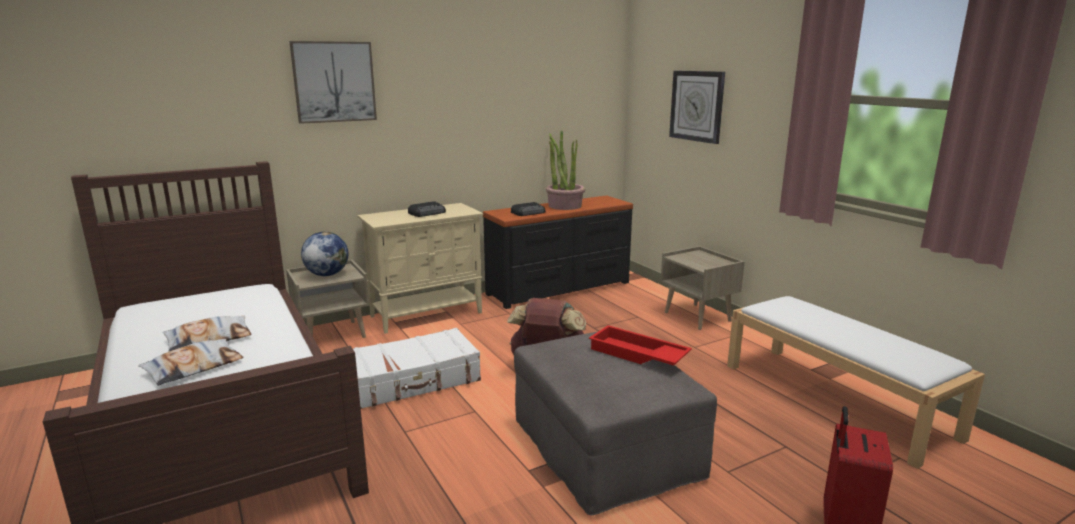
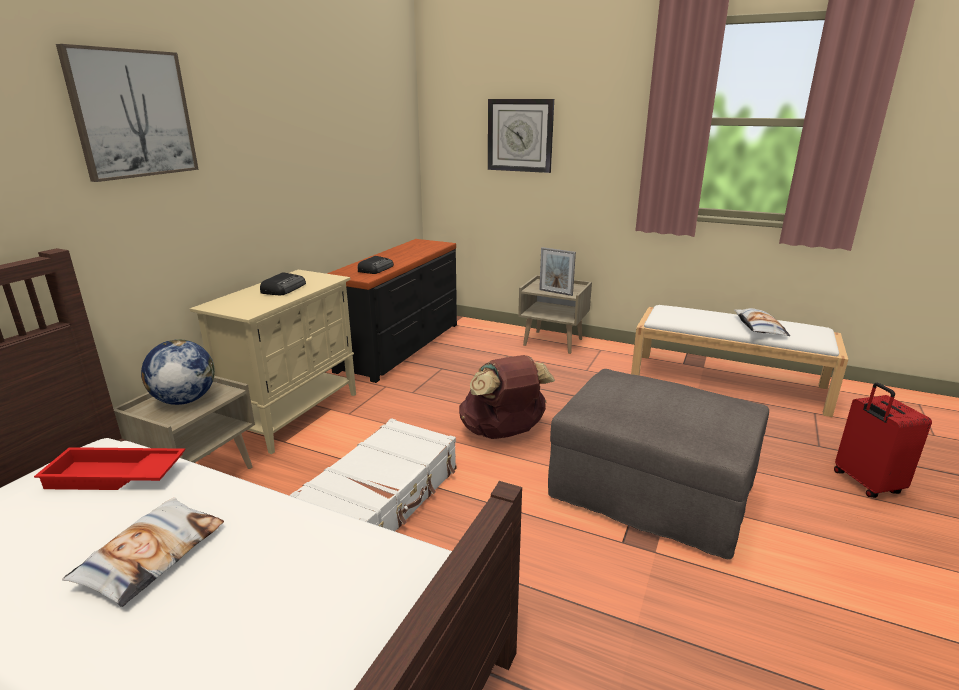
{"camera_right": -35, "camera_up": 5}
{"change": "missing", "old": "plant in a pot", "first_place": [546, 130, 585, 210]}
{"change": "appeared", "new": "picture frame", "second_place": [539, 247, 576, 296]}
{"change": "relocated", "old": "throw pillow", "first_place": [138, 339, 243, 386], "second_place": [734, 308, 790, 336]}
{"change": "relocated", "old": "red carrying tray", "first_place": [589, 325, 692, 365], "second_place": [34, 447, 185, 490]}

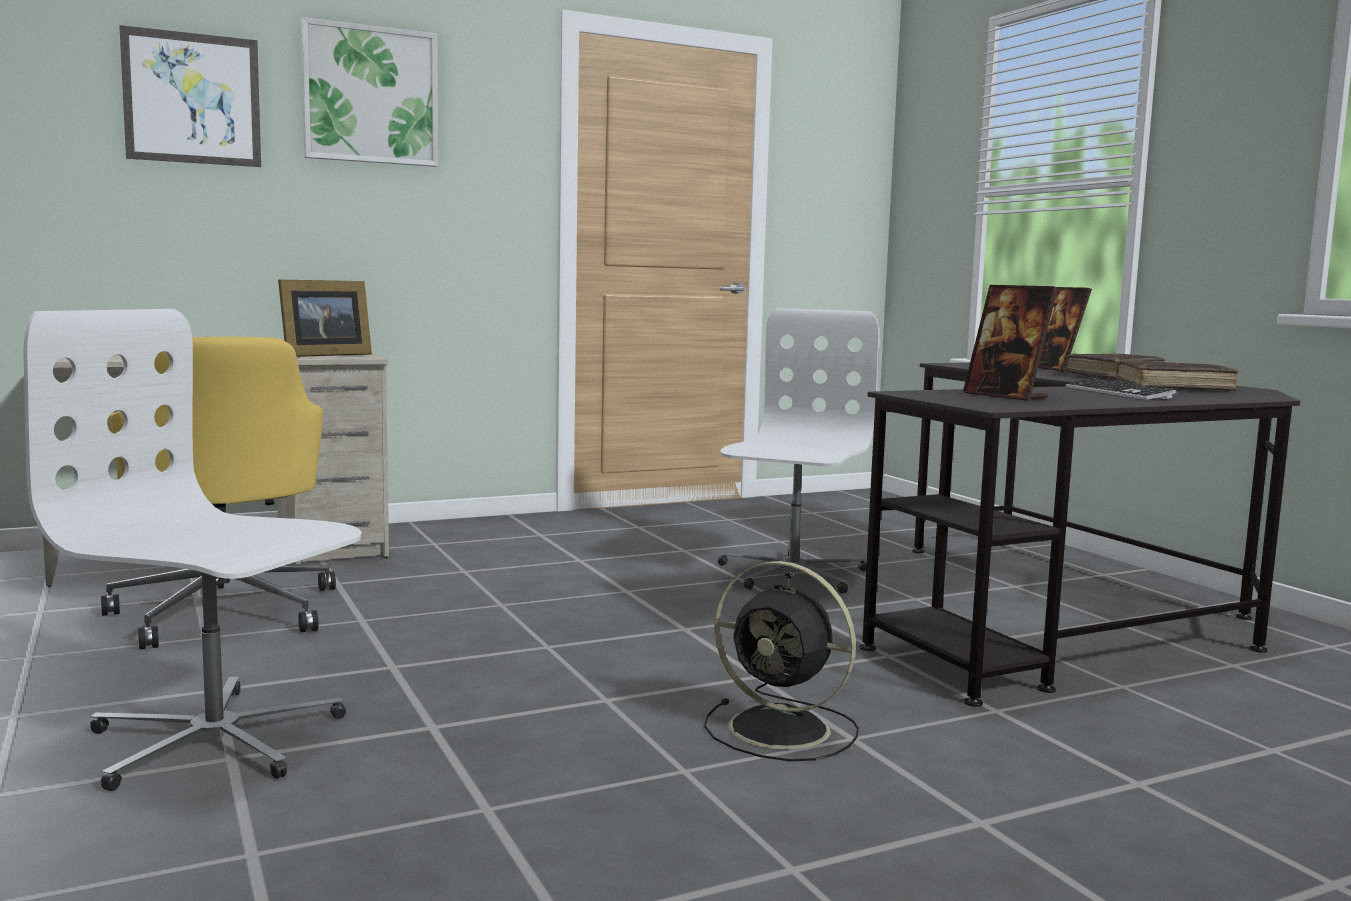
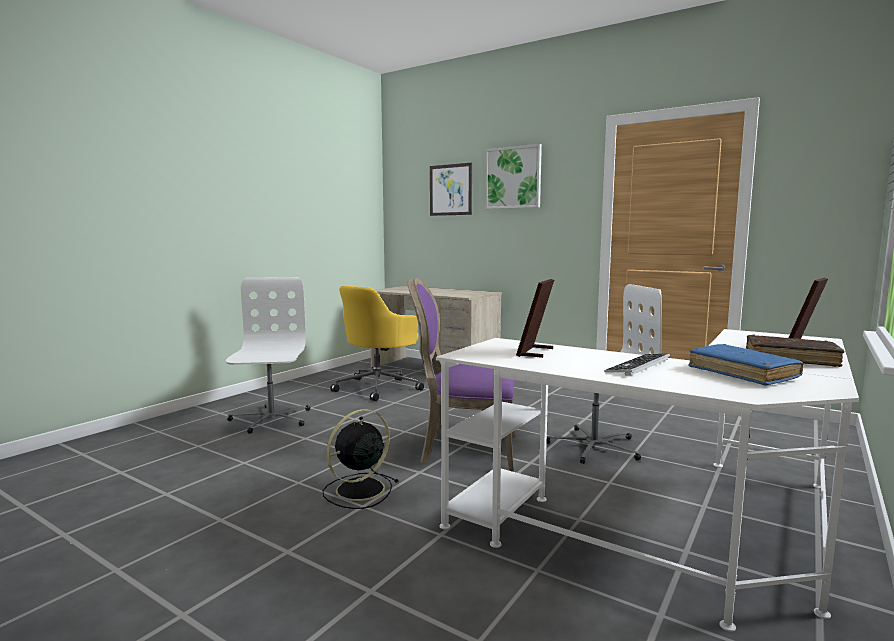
{"camera_right": 60, "camera_up": 0}
{"change": "missing", "old": "picture frame", "first_place": [278, 280, 372, 357]}
{"change": "appeared", "new": "purple chair", "second_place": [407, 278, 515, 472]}
{"change": "colour", "old": "black-coloured desk table", "new": "whitish desk table", "first_place": [860, 363, 1301, 707], "second_place": [436, 329, 859, 632]}
{"change": "colour", "old": "brown-coloured volume", "new": "blue volume", "first_place": [1115, 360, 1239, 391], "second_place": [688, 344, 804, 386]}
{"change": "spun", "old": "black-coloured cooling fan", "first_place": [704, 561, 859, 761], "second_place": [323, 409, 398, 509], "degrees": 45}

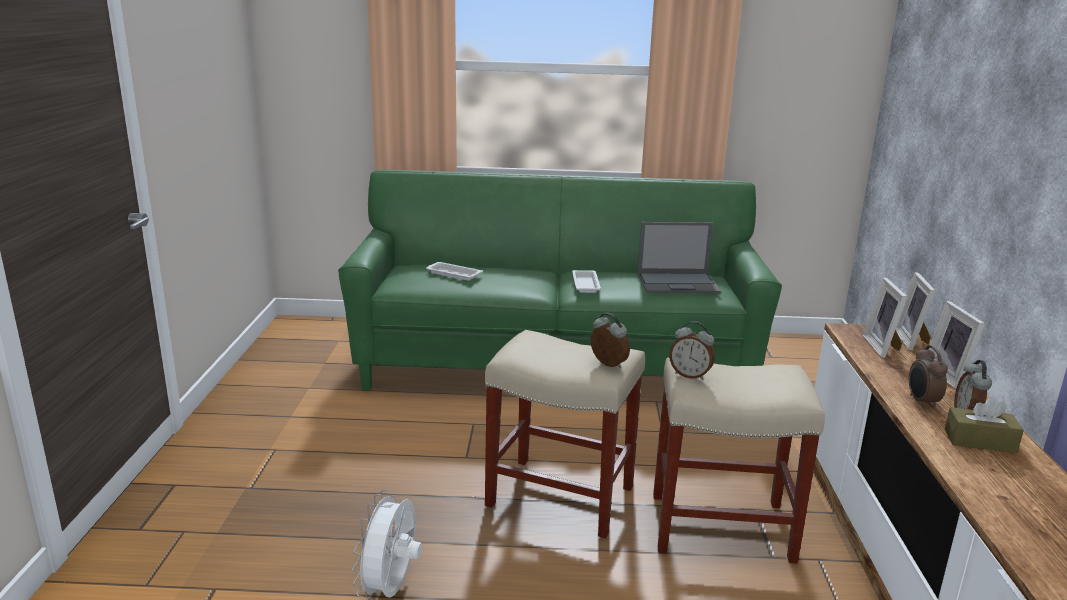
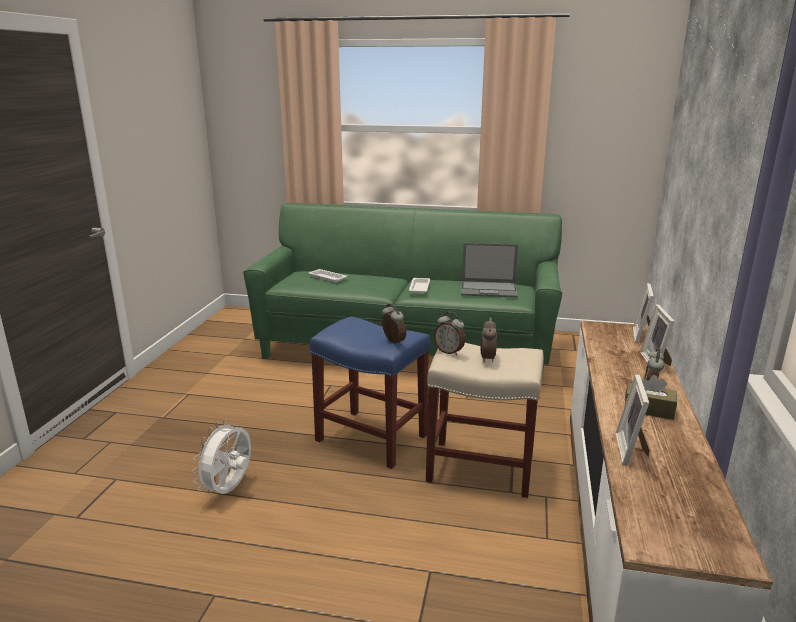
{"camera_right": 10, "camera_up": 0}
{"change": "relocated", "old": "picture frame", "first_place": [863, 277, 907, 358], "second_place": [616, 374, 650, 466]}
{"change": "relocated", "old": "alarm clock", "first_place": [909, 345, 948, 408], "second_place": [480, 318, 497, 363]}
{"change": "colour", "old": "beige stool seat", "new": "blue stool seat", "first_place": [485, 330, 645, 538], "second_place": [310, 317, 430, 469]}

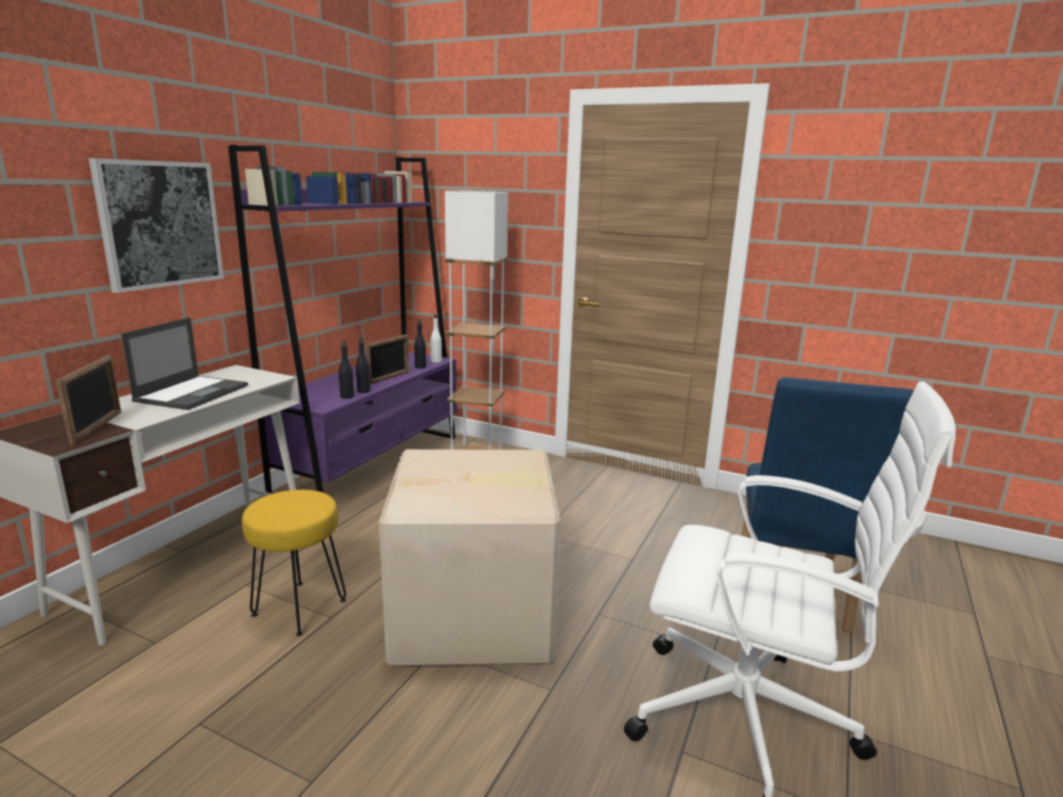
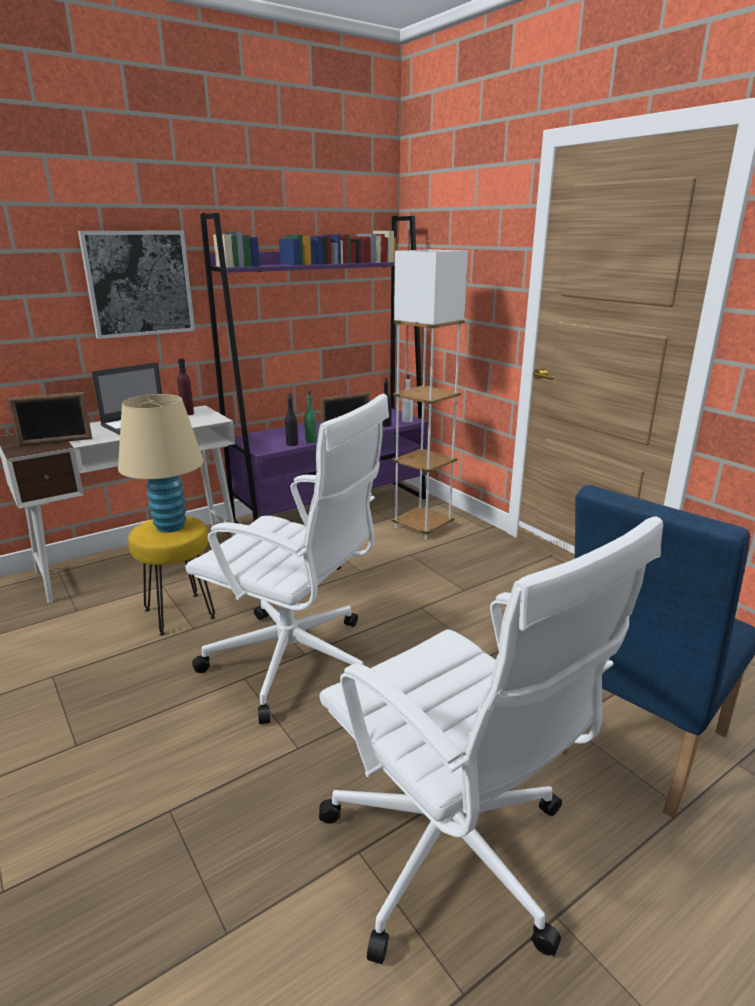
{"camera_right": 30, "camera_up": 5}
{"change": "appeared", "new": "beige lamp for a table", "second_place": [118, 394, 204, 533]}
{"change": "appeared", "new": "purple beverage bottle", "second_place": [177, 358, 194, 415]}
{"change": "exchanged", "old": "cardboard box", "new": "whitish office chair", "first_place": [379, 449, 561, 666], "second_place": [185, 394, 389, 724]}
{"change": "colour", "old": "black-coloured beverage bottle", "new": "greenish beverage bottle", "first_place": [356, 337, 371, 393], "second_place": [304, 390, 317, 443]}
{"change": "spun", "old": "picture frame", "first_place": [56, 356, 121, 445], "second_place": [7, 392, 92, 446], "degrees": 45}

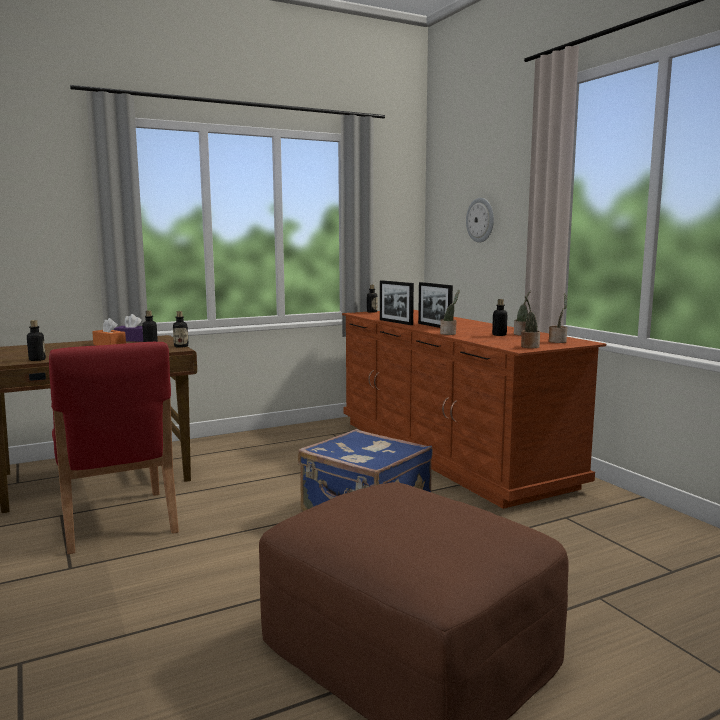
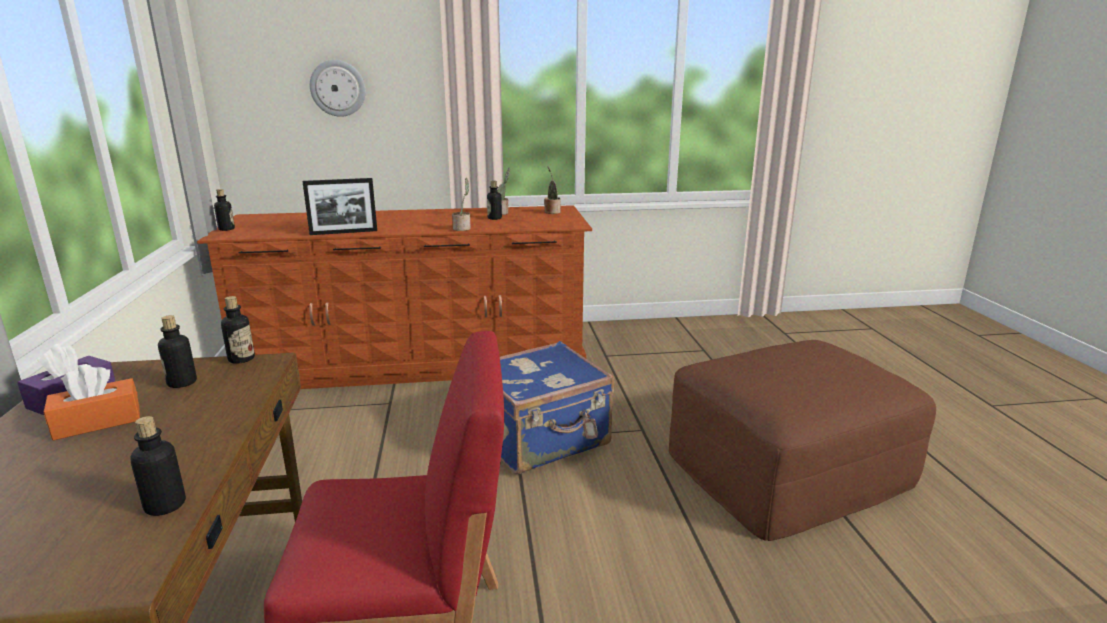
{"camera_right": -70, "camera_up": 10}
{"change": "missing", "old": "picture frame", "first_place": [418, 282, 453, 328]}
{"change": "missing", "old": "plant in a pot", "first_place": [521, 296, 540, 348]}

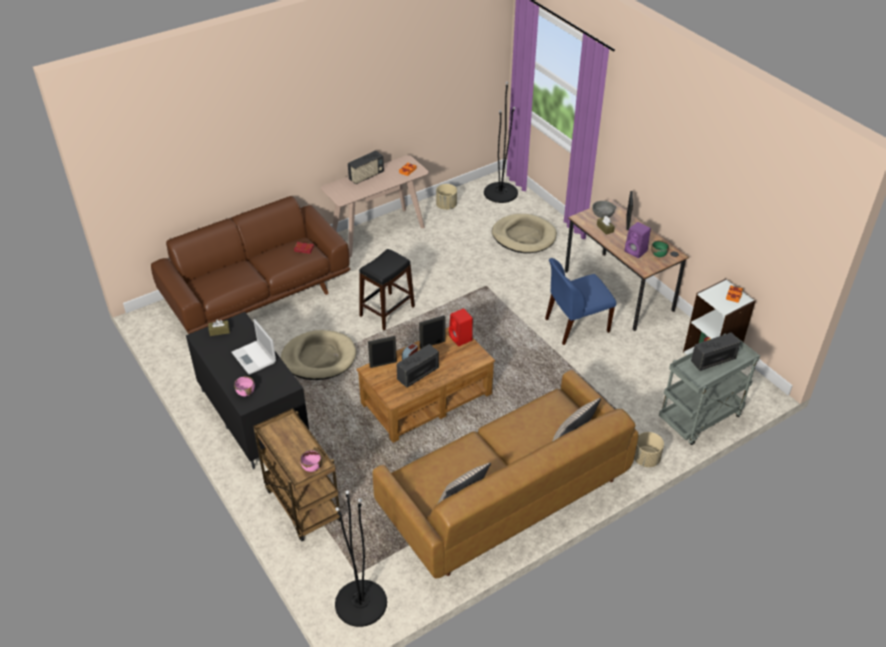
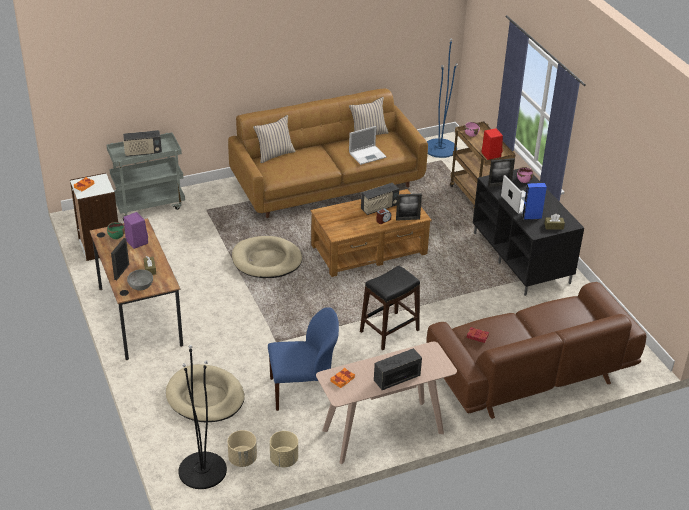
{"camera_right": -170, "camera_up": -5}
{"change": "appeared", "new": "portable computer", "second_place": [349, 126, 386, 165]}
{"change": "appeared", "new": "blue audio speaker", "second_place": [522, 183, 547, 220]}
{"change": "relocated", "old": "beige dog bed", "first_place": [281, 330, 356, 380], "second_place": [232, 236, 302, 278]}
{"change": "relocated", "old": "picture frame", "first_place": [419, 315, 445, 349], "second_place": [488, 158, 515, 187]}
{"change": "relocated", "old": "red audio speaker", "first_place": [449, 309, 473, 346], "second_place": [482, 129, 503, 160]}
{"change": "relocated", "old": "blue chair", "first_place": [545, 258, 616, 345], "second_place": [268, 307, 339, 411]}
{"change": "relocated", "old": "beige planter", "first_place": [634, 432, 664, 467], "second_place": [228, 430, 257, 467]}
{"change": "colour", "old": "black-coloured floor lamp", "new": "blue floor lamp", "first_place": [335, 490, 387, 627], "second_place": [427, 38, 458, 158]}

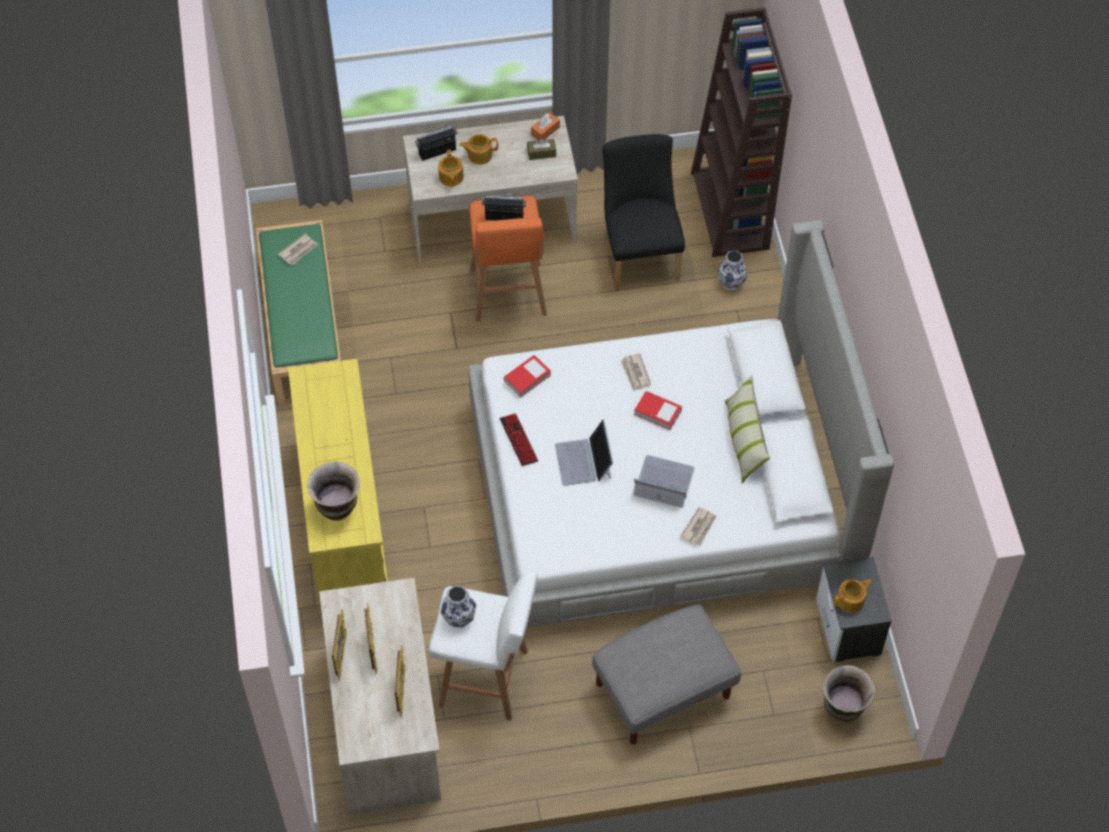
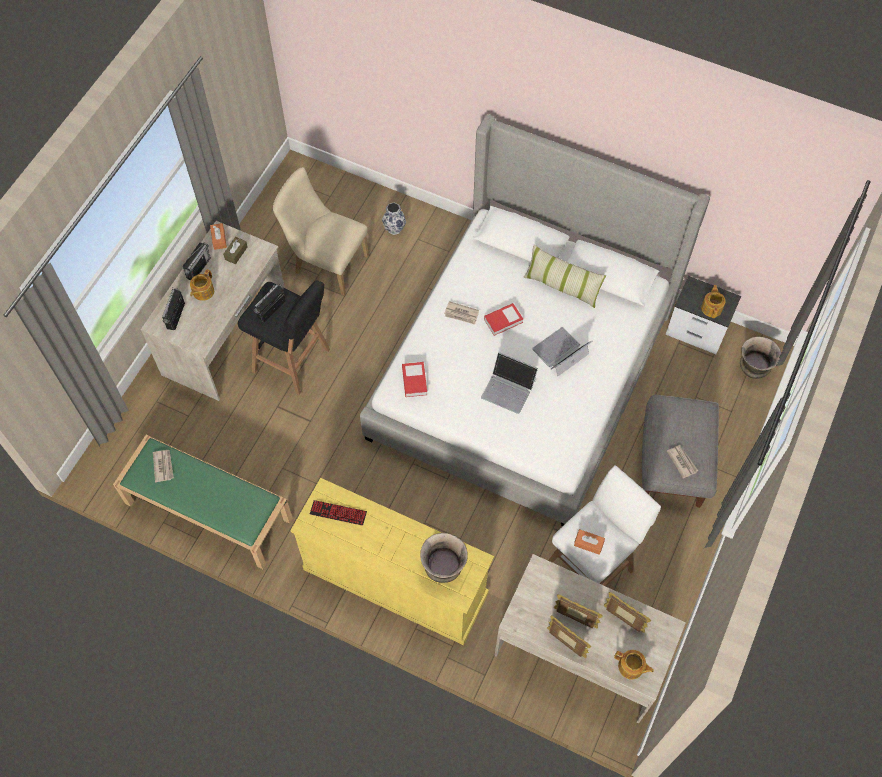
{"camera_right": -55, "camera_up": 5}
{"change": "missing", "old": "brown-coloured bookcase", "first_place": [691, 7, 792, 257]}
{"change": "appeared", "new": "radio set", "second_place": [183, 243, 211, 281]}
{"change": "relocated", "old": "tea pot", "first_place": [438, 149, 464, 187], "second_place": [614, 650, 654, 679]}
{"change": "relocated", "old": "keyboard", "first_place": [499, 413, 538, 466], "second_place": [310, 500, 367, 526]}
{"change": "relocated", "old": "newspaper", "first_place": [680, 507, 717, 546], "second_place": [667, 445, 698, 479]}
{"change": "exchanged", "old": "flower vase", "new": "orange-coloured tissue box", "first_place": [441, 586, 476, 628], "second_place": [574, 529, 605, 555]}
{"change": "colour", "old": "orange-coloured stool seat", "new": "black-coloured stool seat", "first_place": [469, 196, 547, 322], "second_place": [238, 280, 330, 395]}
{"change": "colour", "old": "black-coloured chair", "new": "beige chair", "first_place": [602, 134, 685, 290], "second_place": [273, 167, 369, 296]}

